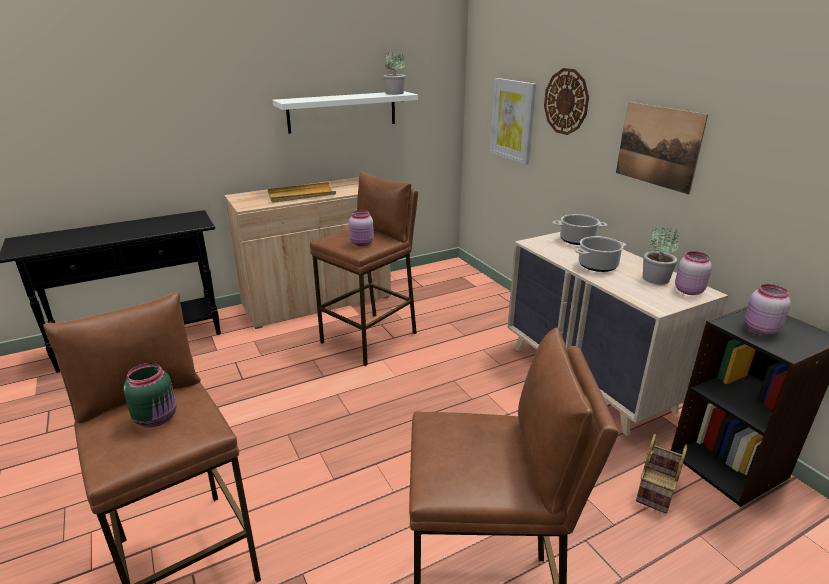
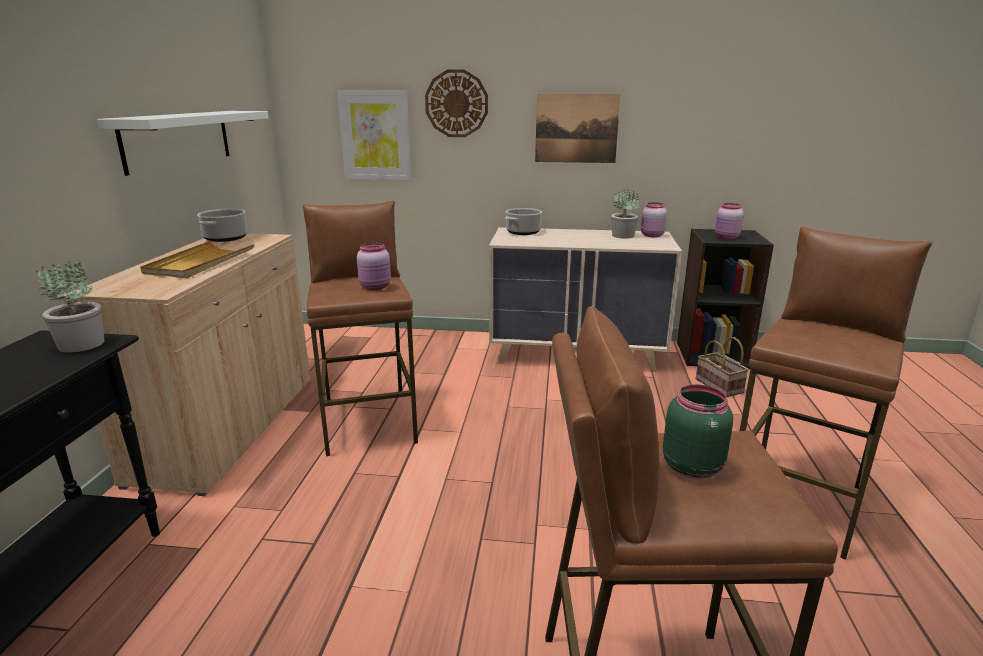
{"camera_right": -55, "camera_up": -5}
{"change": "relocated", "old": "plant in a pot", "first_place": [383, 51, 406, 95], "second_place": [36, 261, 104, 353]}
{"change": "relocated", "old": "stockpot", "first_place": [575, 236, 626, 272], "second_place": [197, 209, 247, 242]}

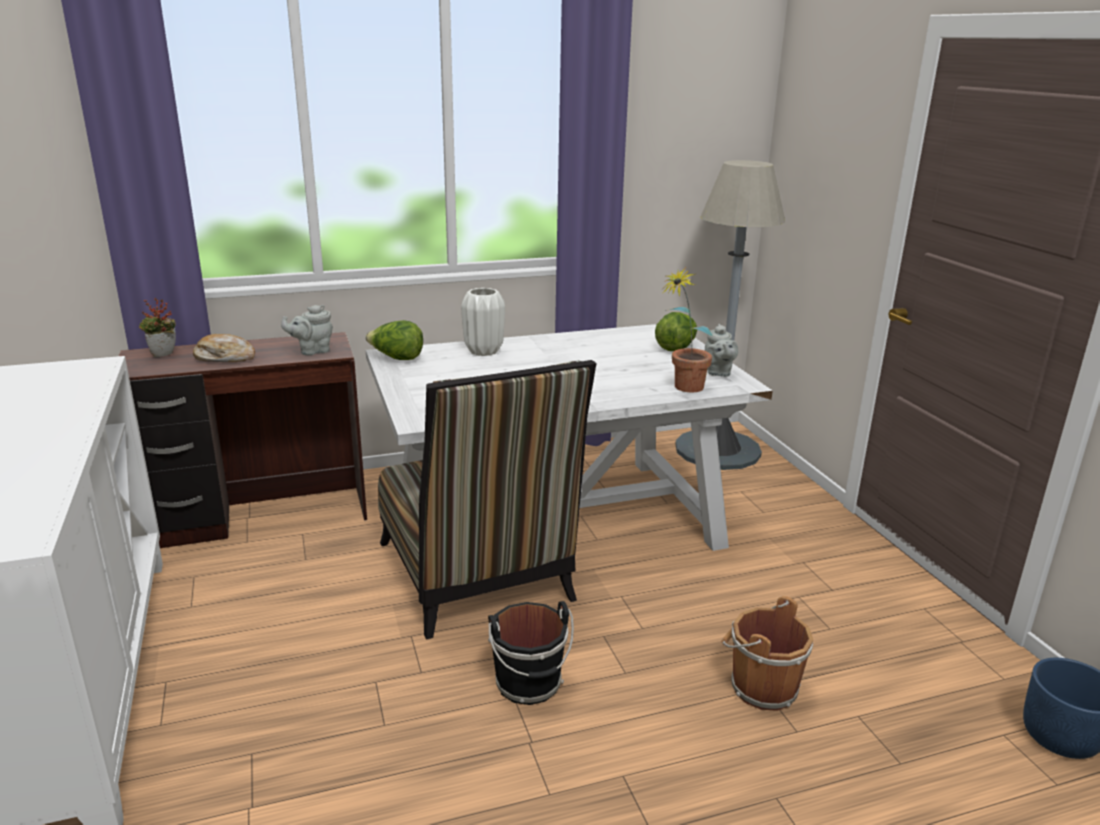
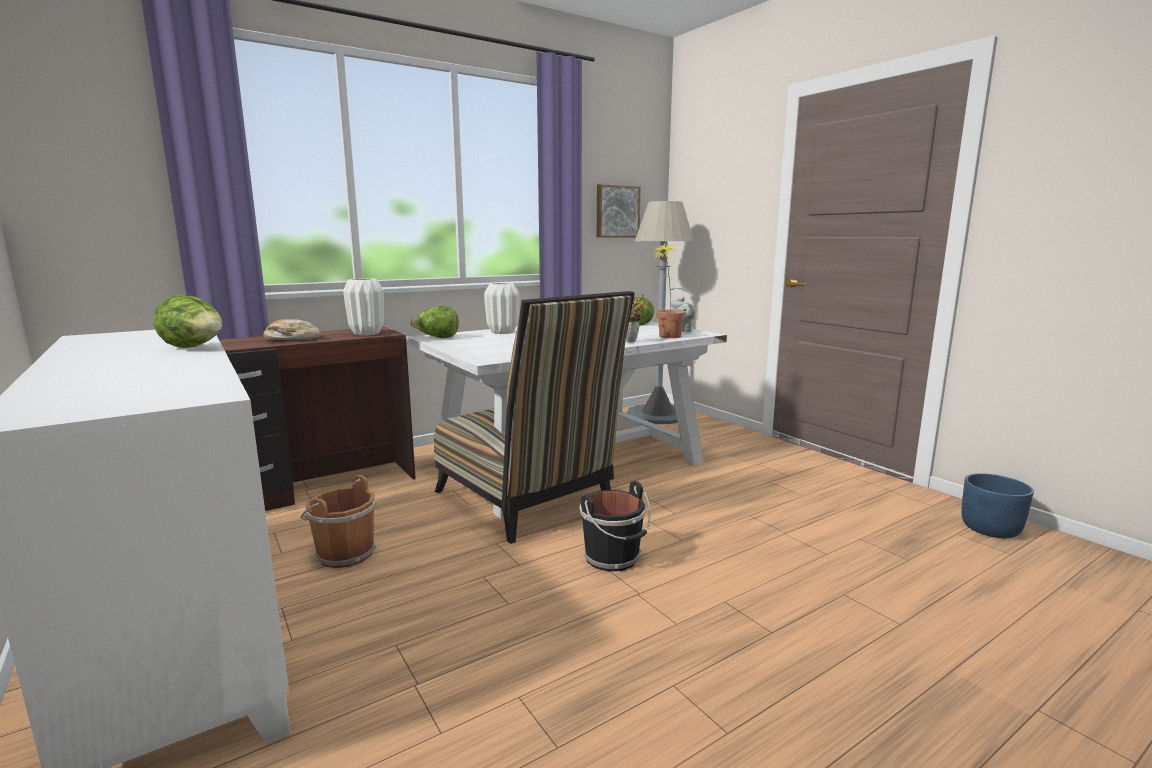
{"camera_right": -15, "camera_up": -10}
{"change": "appeared", "new": "lettuce", "second_place": [153, 295, 223, 348]}
{"change": "appeared", "new": "picture", "second_place": [597, 184, 641, 238]}
{"change": "relocated", "old": "plant in a pot", "first_place": [139, 297, 176, 357], "second_place": [626, 294, 645, 342]}
{"change": "relocated", "old": "brown-coloured water bucket", "first_place": [721, 596, 813, 711], "second_place": [300, 475, 376, 568]}
{"change": "exchanged", "old": "greyish tea pot", "new": "whitish flower vase", "first_place": [281, 305, 333, 355], "second_place": [343, 278, 384, 336]}

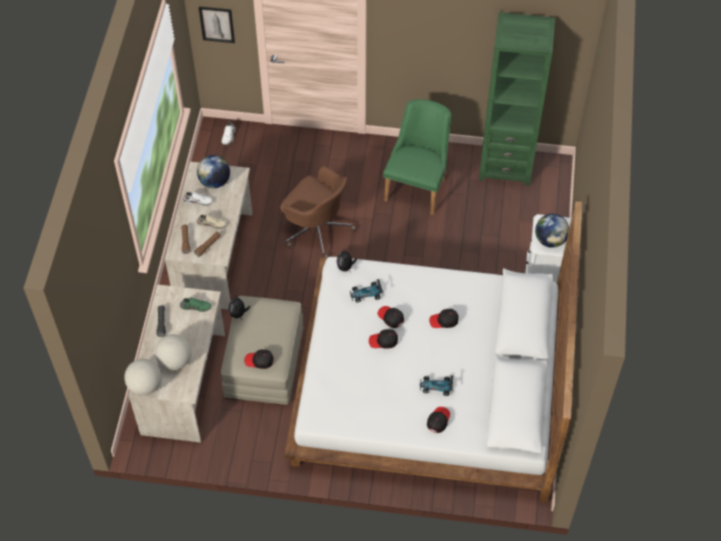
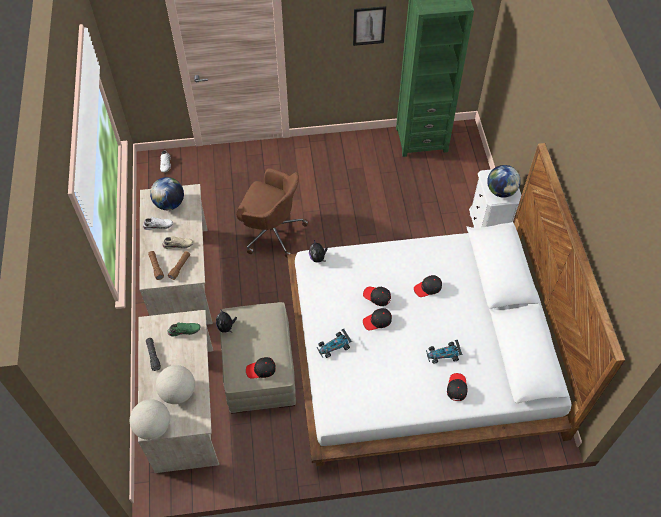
{"camera_right": -15, "camera_up": 0}
{"change": "missing", "old": "greenish chair", "first_place": [383, 99, 451, 215]}
{"change": "relocated", "old": "picture", "first_place": [199, 6, 235, 43], "second_place": [353, 6, 386, 46]}
{"change": "relocated", "old": "toy car", "first_place": [350, 279, 383, 302], "second_place": [317, 329, 352, 358]}

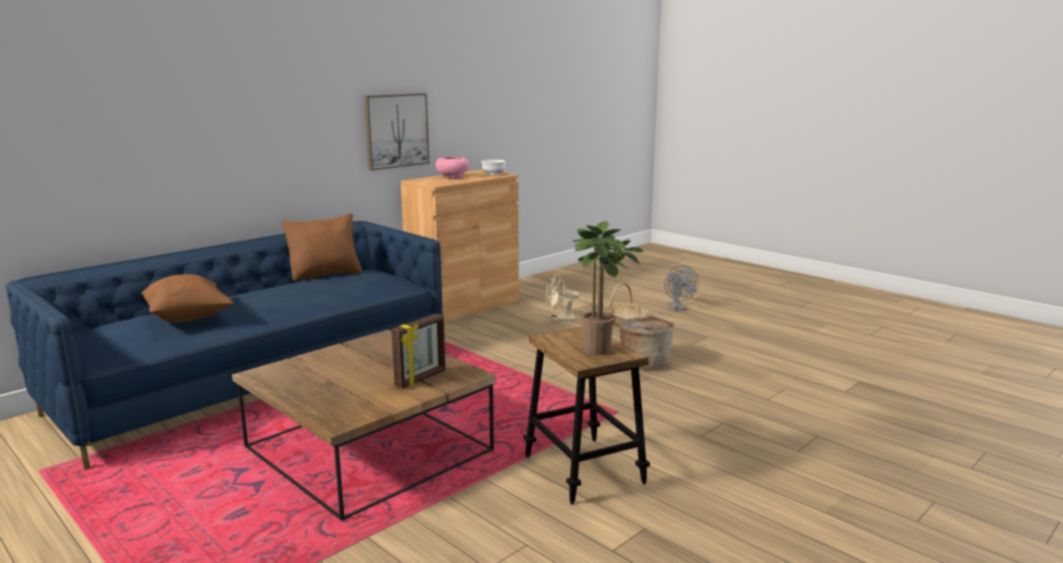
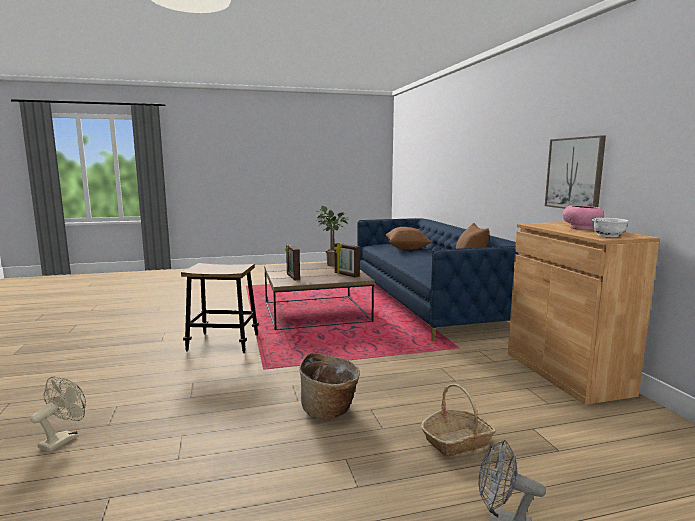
{"camera_right": 120, "camera_up": -5}
{"change": "appeared", "new": "picture frame", "second_place": [334, 243, 360, 278]}
{"change": "relocated", "old": "beige cooling fan", "first_place": [546, 274, 580, 322], "second_place": [30, 376, 86, 452]}
{"change": "relocated", "old": "plant in a pot", "first_place": [573, 221, 643, 355], "second_place": [315, 206, 349, 266]}

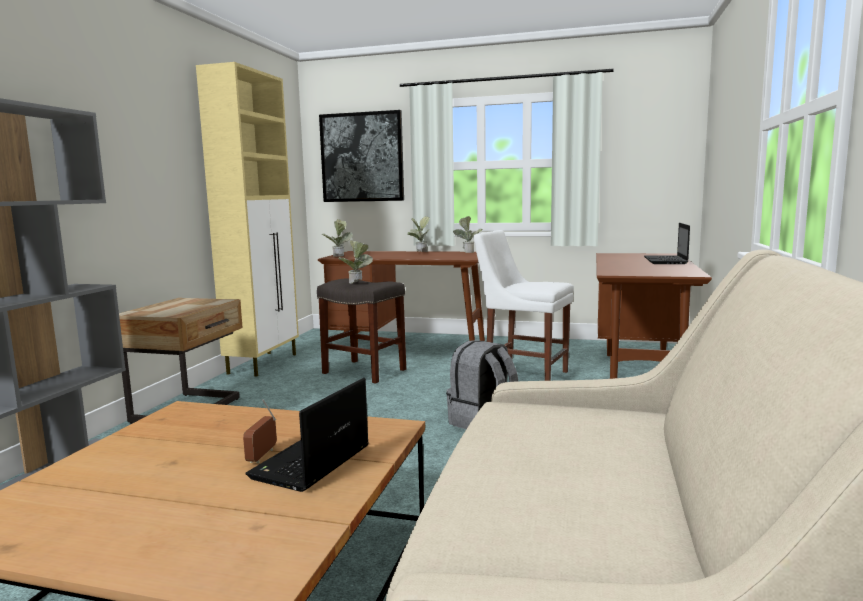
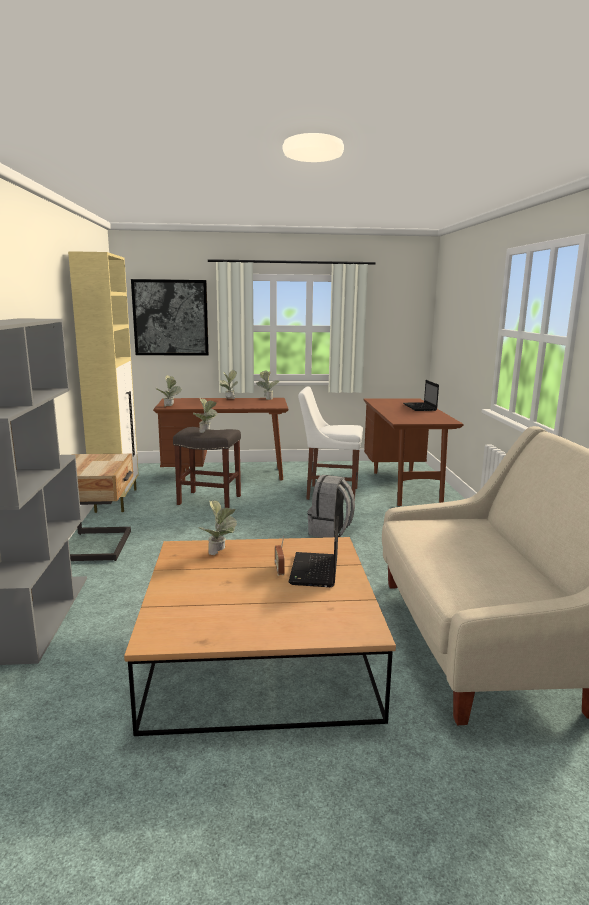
{"camera_right": -20, "camera_up": 5}
{"change": "appeared", "new": "plant in a pot", "second_place": [198, 500, 237, 555]}

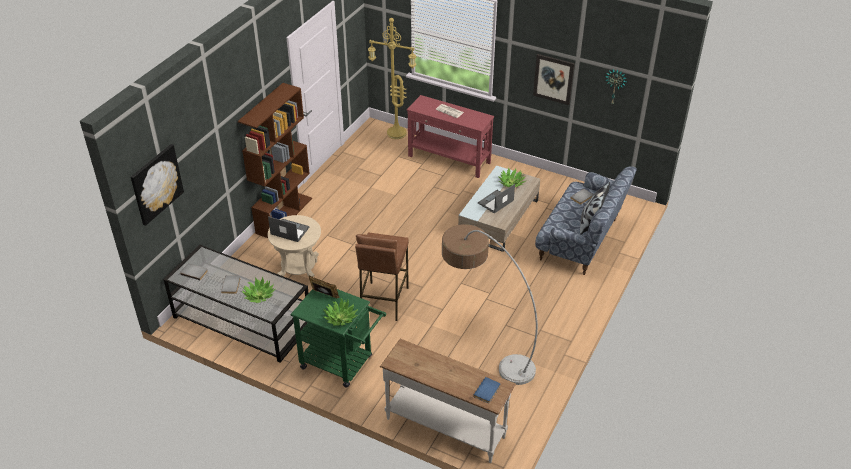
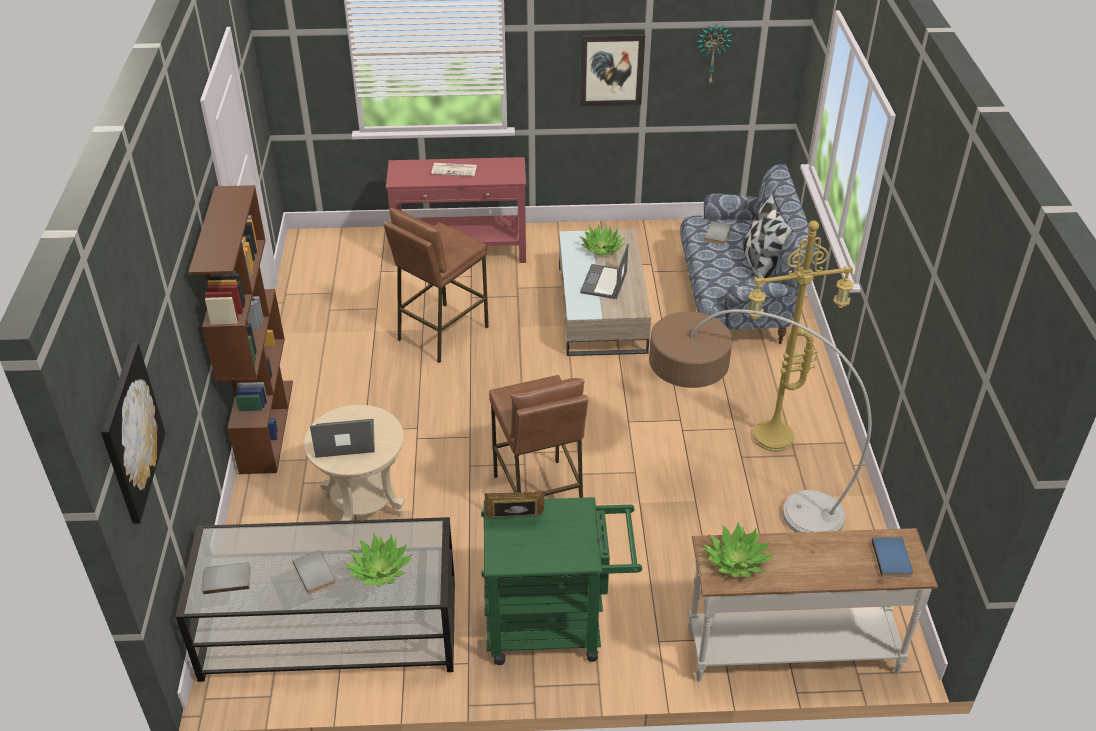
{"camera_right": -30, "camera_up": 0}
{"change": "appeared", "new": "brown-coloured stool seat", "second_place": [384, 208, 489, 363]}
{"change": "relocated", "old": "plant in a pot", "first_place": [323, 298, 358, 326], "second_place": [704, 522, 775, 578]}
{"change": "relocated", "old": "yellowish floor lamp", "first_place": [368, 18, 417, 139], "second_place": [747, 220, 854, 452]}

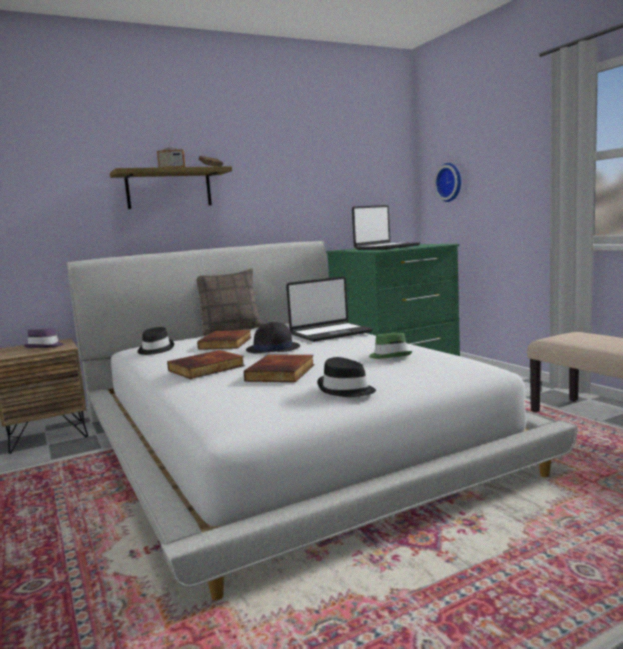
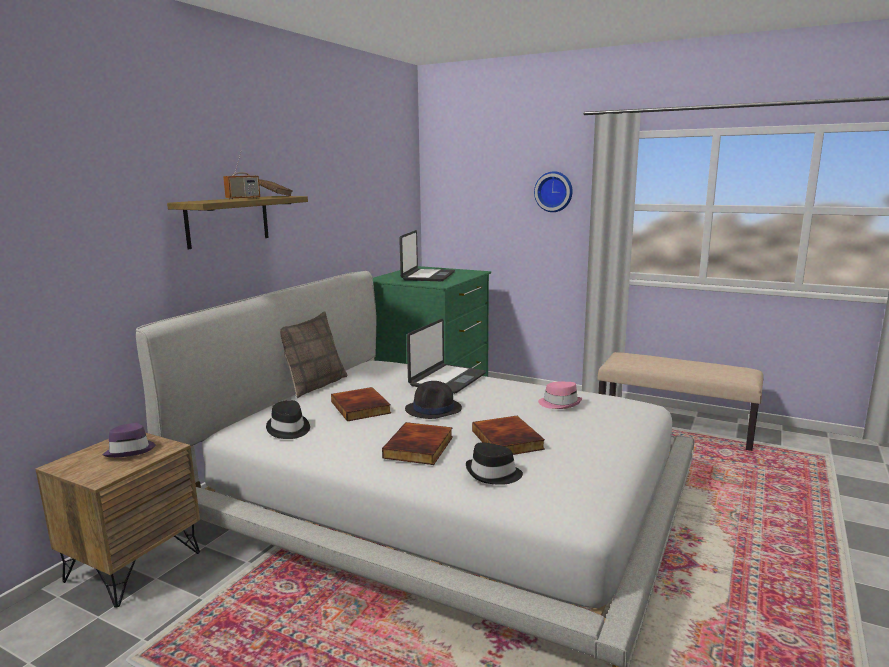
{"camera_right": -35, "camera_up": 5}
{"change": "relocated", "old": "black-coloured clothing hat", "first_place": [317, 357, 376, 397], "second_place": [466, 442, 523, 485]}
{"change": "relocated", "old": "hanging clock", "first_place": [434, 163, 461, 202], "second_place": [534, 171, 573, 212]}
{"change": "colour", "old": "greenish clothing hat", "new": "pinkish clothing hat", "first_place": [369, 333, 413, 359], "second_place": [538, 382, 582, 409]}

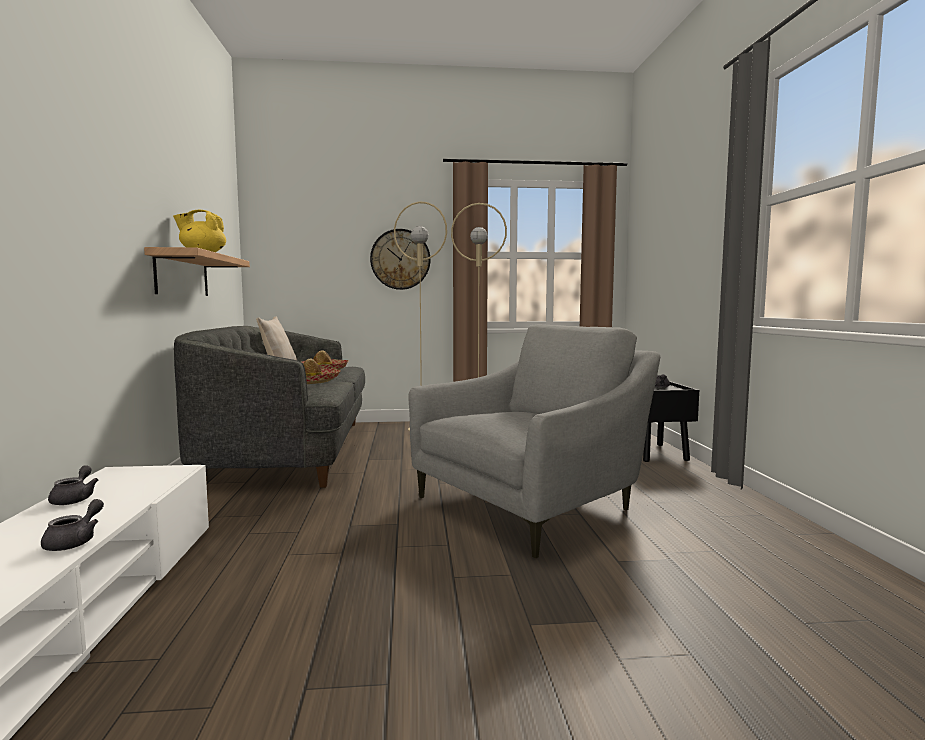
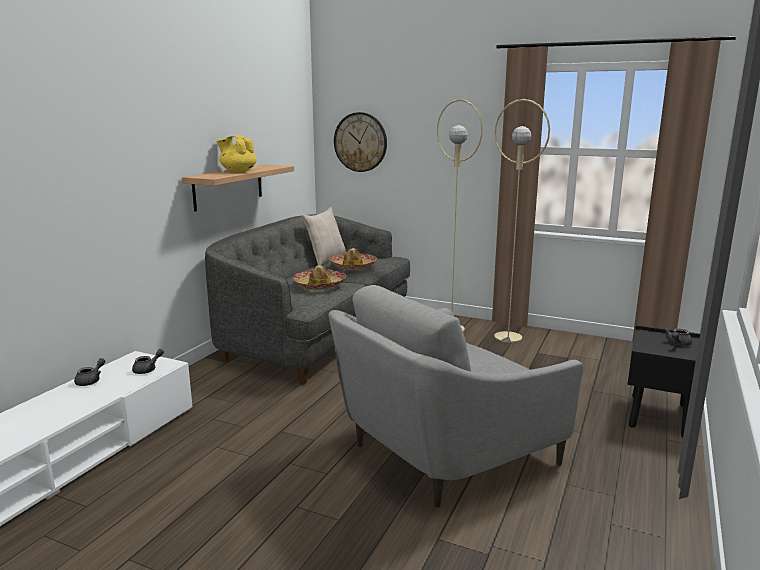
{"camera_right": 30, "camera_up": 10}
{"change": "relocated", "old": "greyish tea pot", "first_place": [41, 499, 104, 551], "second_place": [132, 349, 164, 374]}
{"change": "relocated", "old": "hanging clock", "first_place": [370, 229, 430, 290], "second_place": [334, 112, 387, 172]}
{"change": "spun", "old": "greyish armchair", "first_place": [408, 324, 660, 558], "second_place": [328, 285, 583, 508], "degrees": 150}

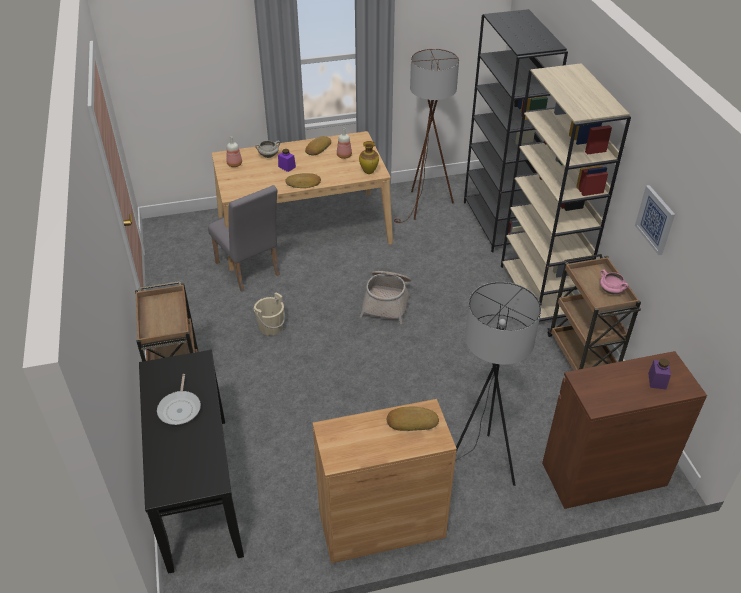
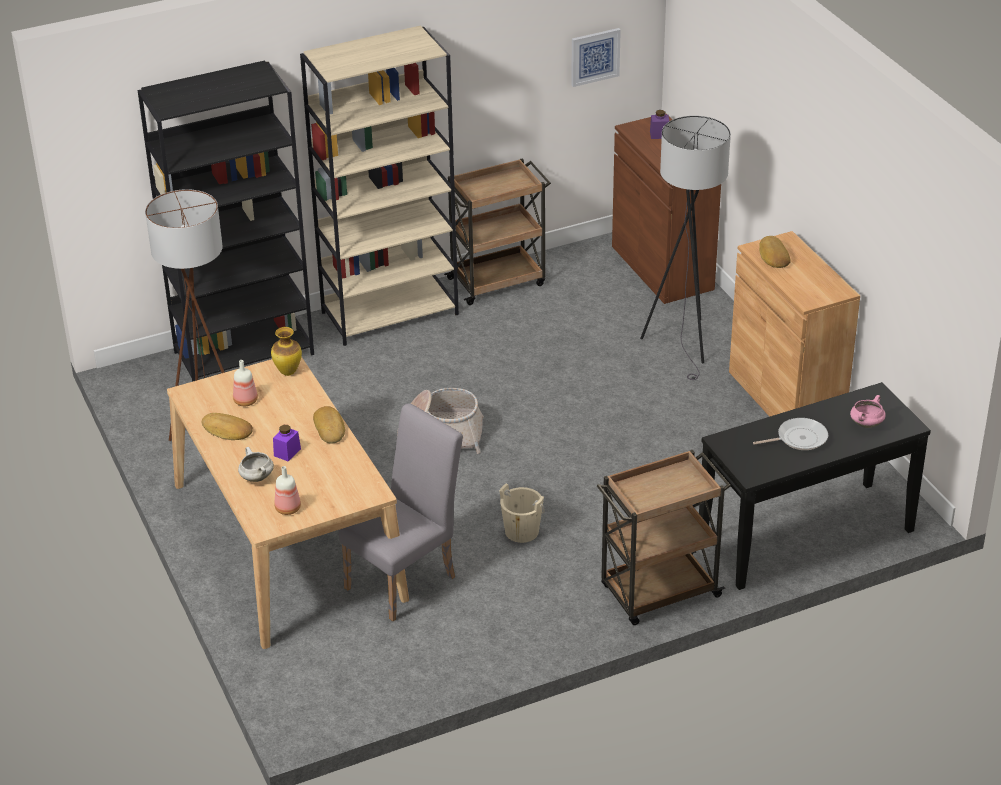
{"camera_right": -100, "camera_up": -5}
{"change": "relocated", "old": "pinkish stockpot", "first_place": [600, 270, 628, 294], "second_place": [850, 395, 886, 428]}
{"change": "relocated", "old": "picture", "first_place": [635, 185, 675, 255], "second_place": [571, 28, 621, 87]}

